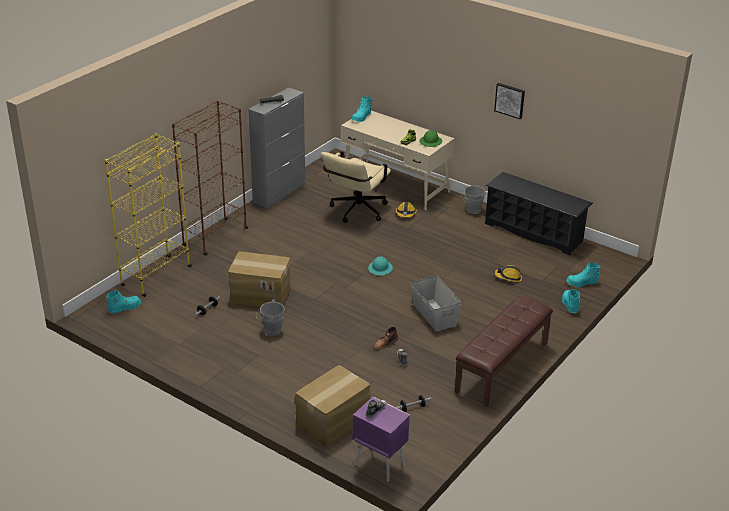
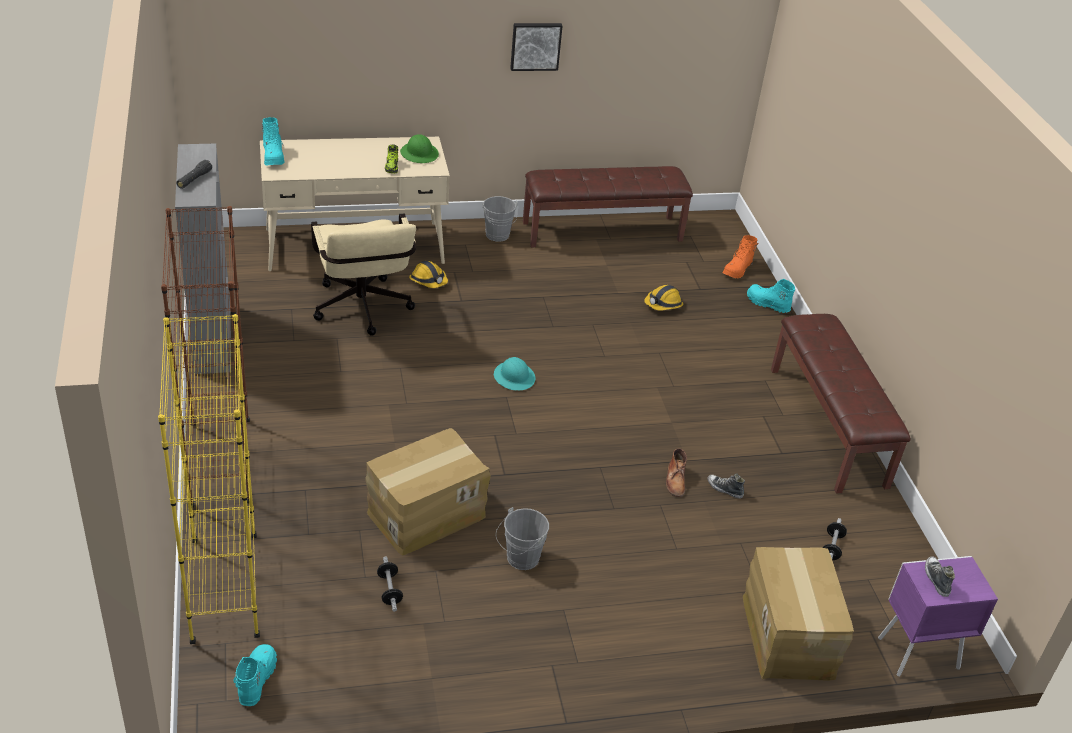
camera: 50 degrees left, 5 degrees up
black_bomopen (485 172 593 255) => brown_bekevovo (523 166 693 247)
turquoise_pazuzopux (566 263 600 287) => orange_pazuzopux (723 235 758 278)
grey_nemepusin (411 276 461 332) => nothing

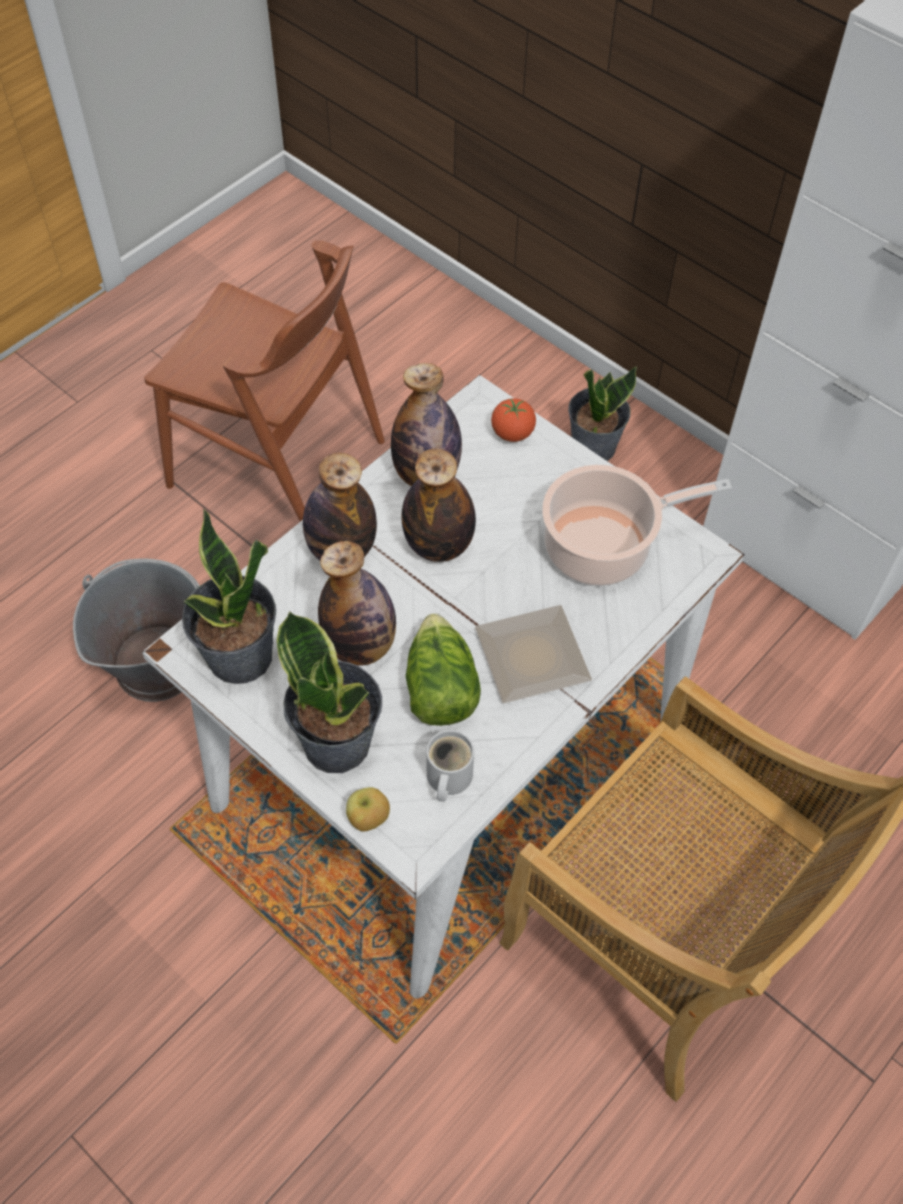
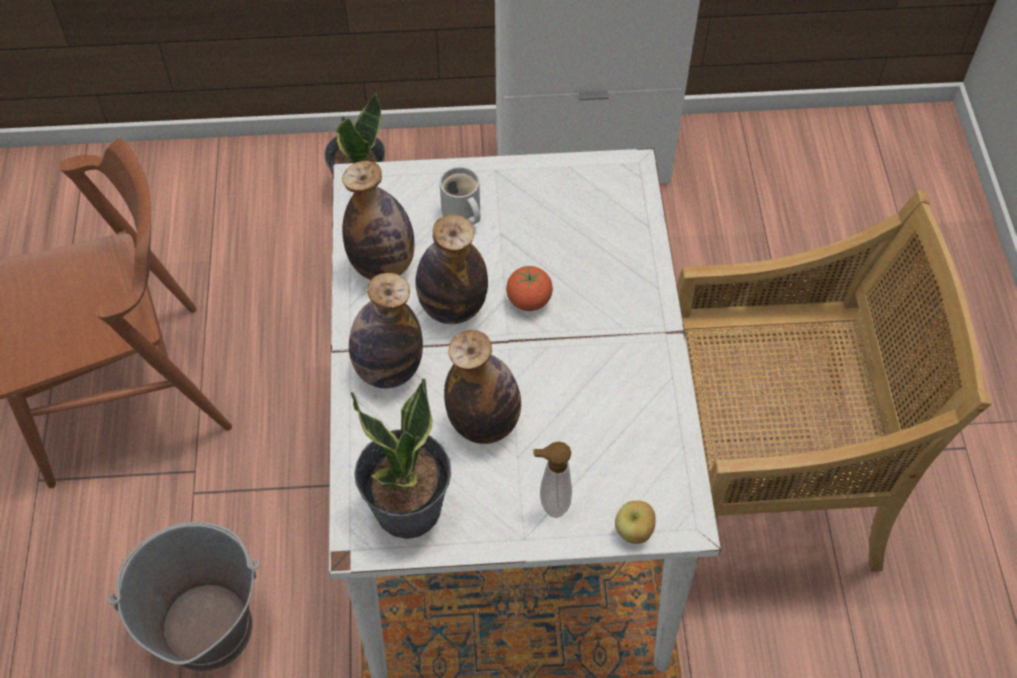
camera: 45 degrees left, 0 degrees up
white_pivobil (426 730 474 802) => white_pivobil (440 167 481 224), shifted
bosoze (491 398 536 442) => bosoze (506 266 553 311), shifted
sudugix (277 611 382 773) => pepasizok (533 441 572 518)
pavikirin (406 613 481 726) => nothing
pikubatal (475 605 592 703) => nothing
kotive (542 465 732 586) => nothing

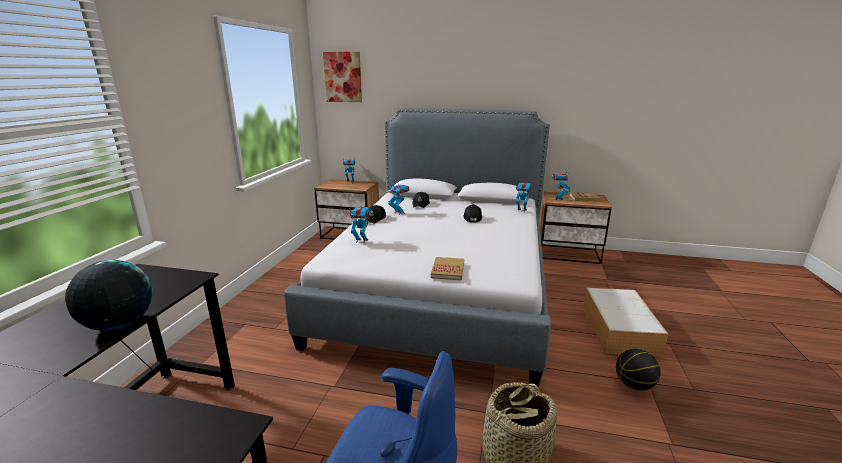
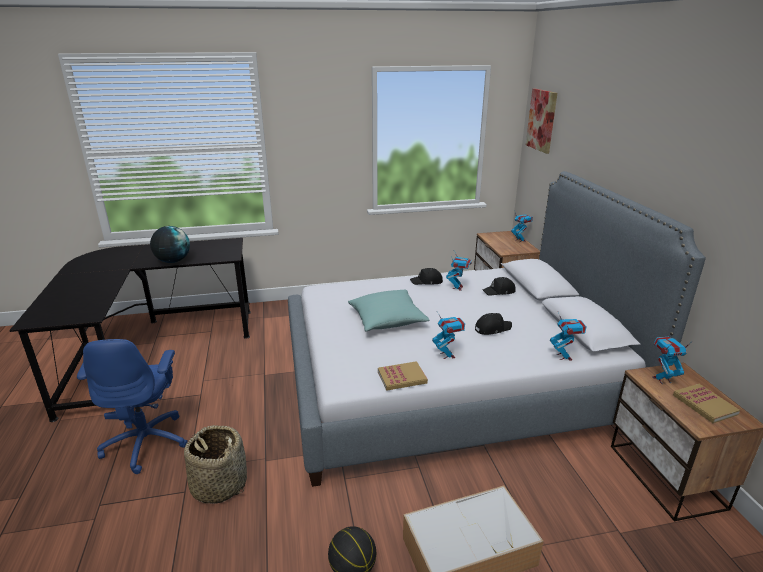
camera: 65 degrees right, 5 degrees up
nothing => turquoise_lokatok (348 290 429 331)
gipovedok (431 257 464 280) => gipovedok (378 361 428 391), shifted
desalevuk (348 205 370 243) => desalevuk (432 312 465 359), shifted

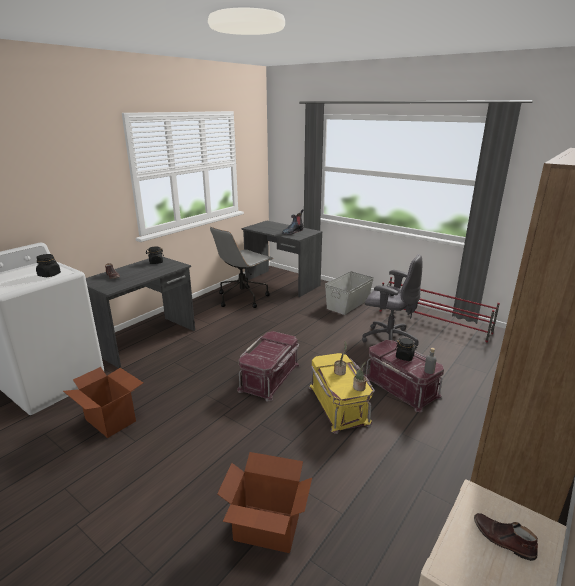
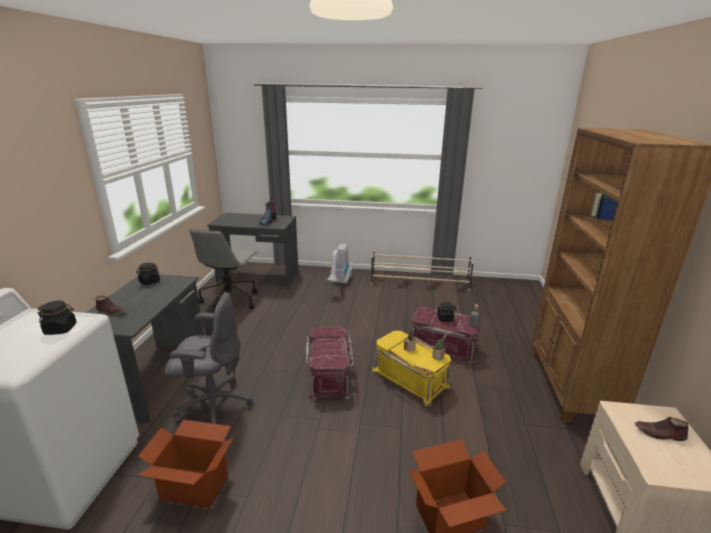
camera: 30 degrees left, 0 degrees up
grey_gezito (362 254 422 346) => grey_gezito (164 292 253 425), shifted
grey_nemepusin (325 271 374 315) => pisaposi (327 244 352 284)
red_bomopen (380 277 500 342) => beige_bomopen (371 250 474 290)

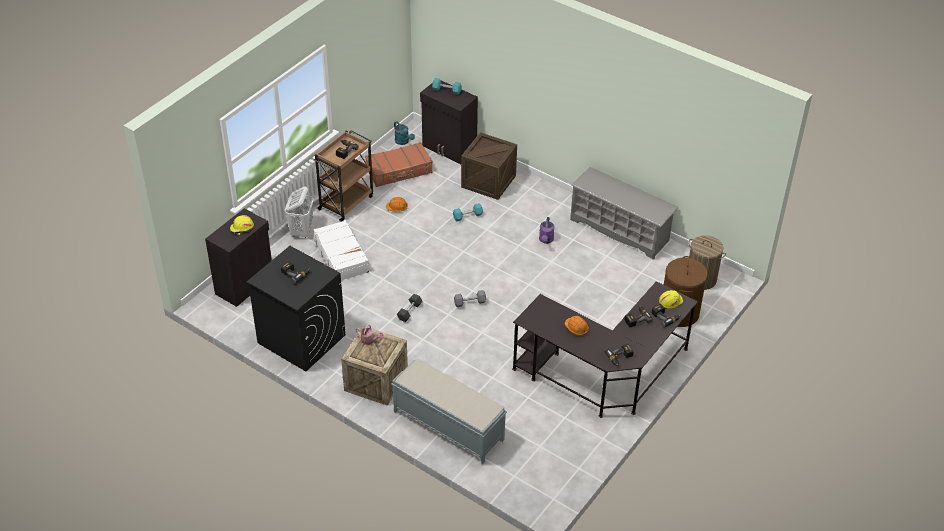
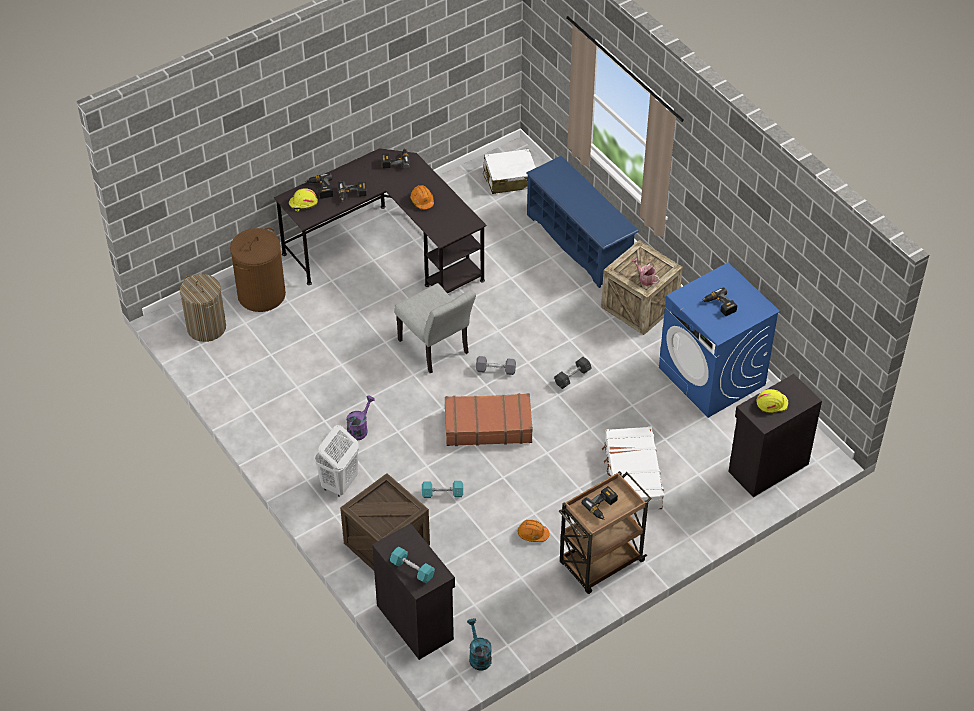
camera: 160 degrees left, 5 degrees up
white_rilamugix (285 186 314 238) => white_rilamugix (314 425 359 497), shifted
nothing => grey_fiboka (395 283 476 373)
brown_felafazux (365 142 433 187) => brown_felafazux (445 393 533 446), shifted
nothing => white_felafazux (483 149 536 194)
grey_bekevovo (391 359 507 464) => blue_bomopen (526 156 639 288)
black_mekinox (247 246 346 372) => blue_mekinox (659 263 780 418)
grey_bomopen (570 167 678 260) => nothing

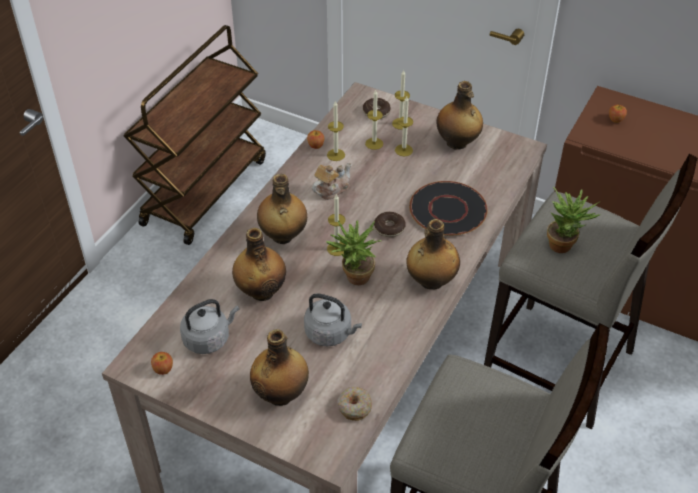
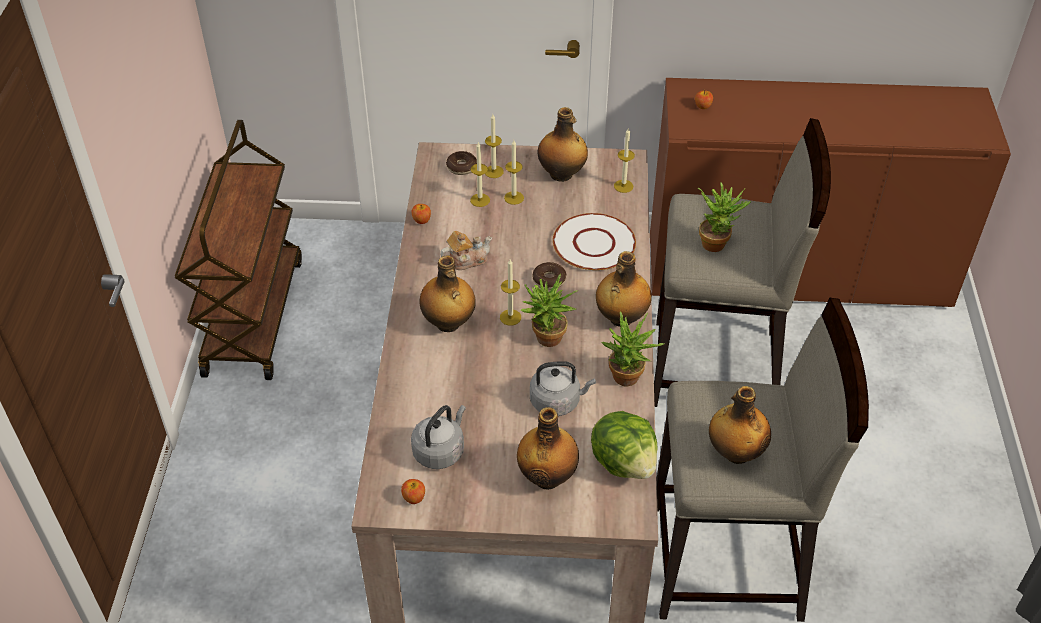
camera: 25 degrees left, 0 degrees up
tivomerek (312 163 352 200) => tivomerek (440 231 493 270), 45 degrees clockwise
black_pikubatal (409 181 488 235) => white_pikubatal (553 213 636 270)
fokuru (337 387 372 421) => pavikirin (591 411 657 479)
nothing => sudugix (601 311 664 386)
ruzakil (327 100 345 161) => ruzakil (614 128 635 193), shifted
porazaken (232 228 286 301) => porazaken (709 386 771 464), shifted

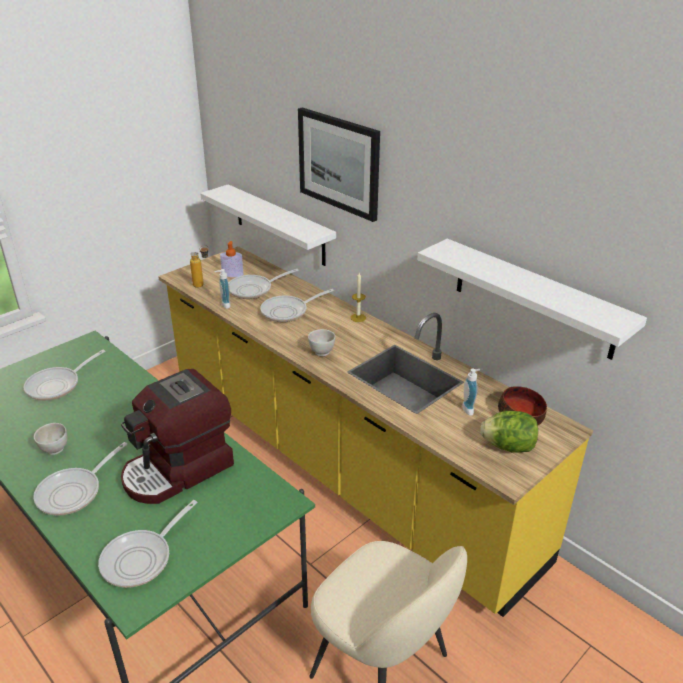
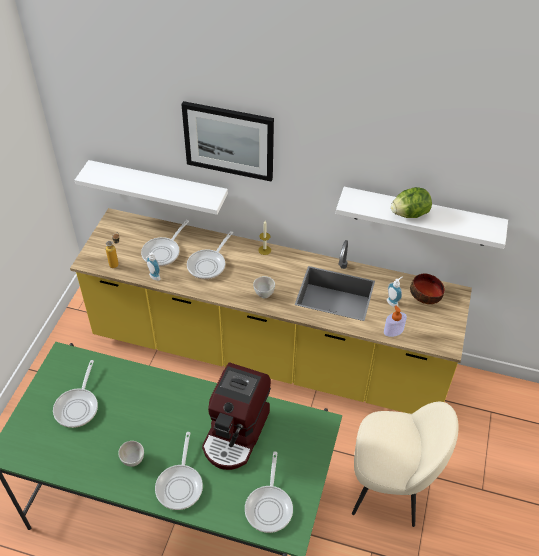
camera: 30 degrees left, 15 degrees up
pepasizok (220 241 243 277) => pepasizok (384 306 407 337), shifted
pavikirin (480 411 538 453) => pavikirin (391 187 432 218), shifted

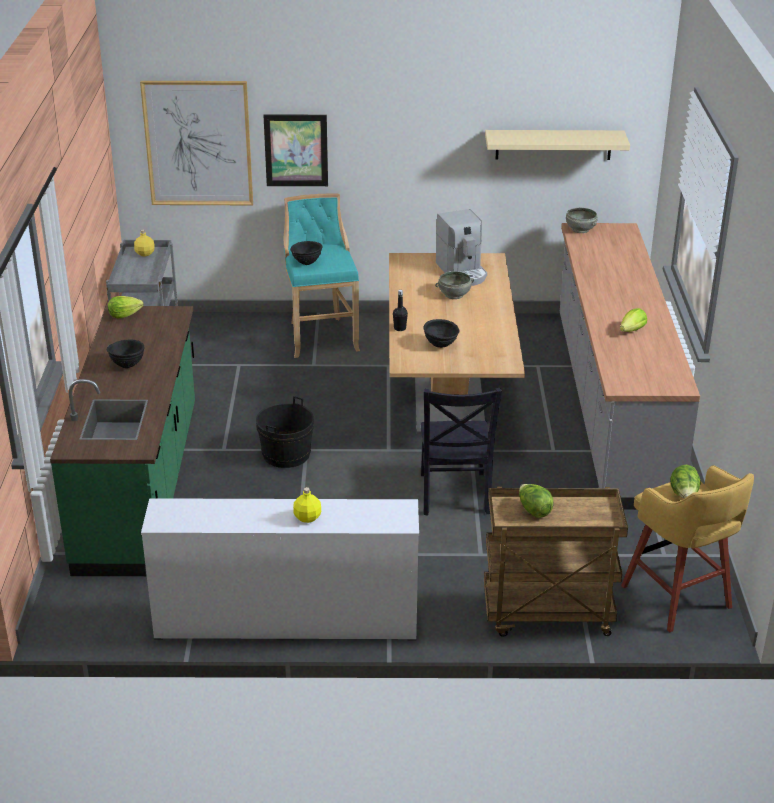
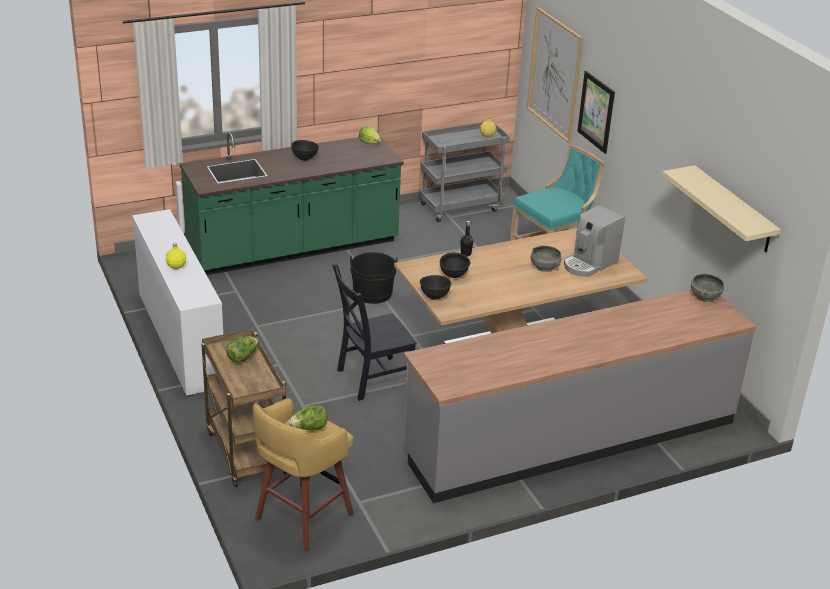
camera: 65 degrees right, 0 degrees up
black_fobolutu (290 241 322 265) => black_fobolutu (420 275 451 300), shifted
pavikirin (620 308 647 332) => nothing

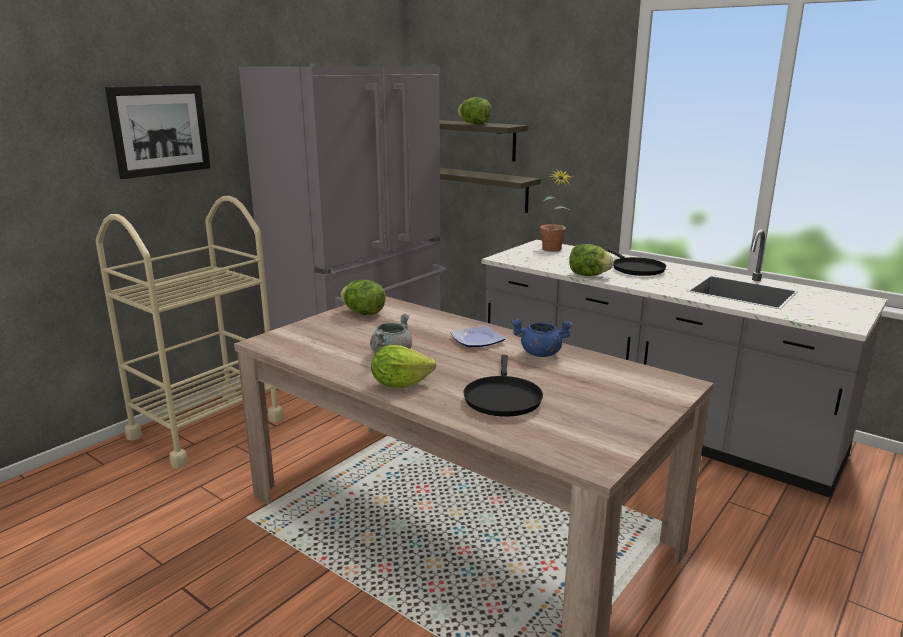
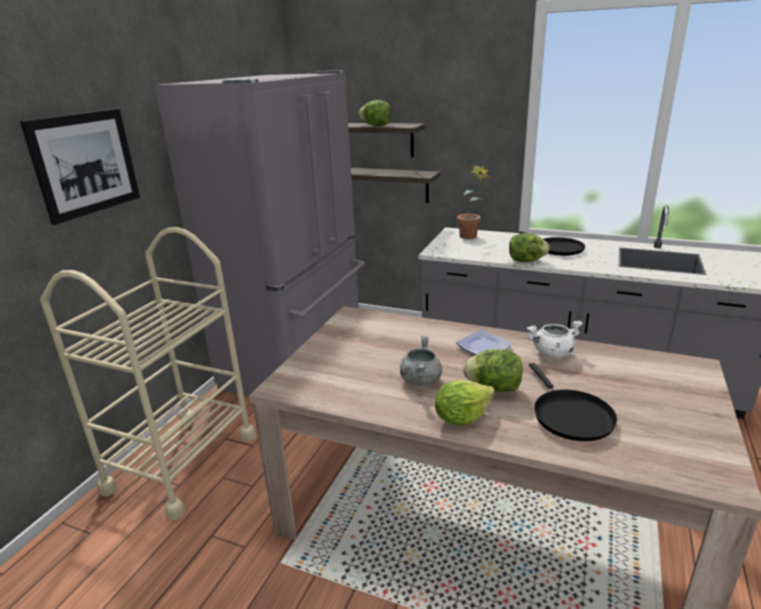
camera: 15 degrees left, 5 degrees up
pavikirin (340 280 386 315) => pavikirin (463 349 523 392), shifted
blue_kotive (511 319 573 357) => white_kotive (526 320 583 358)

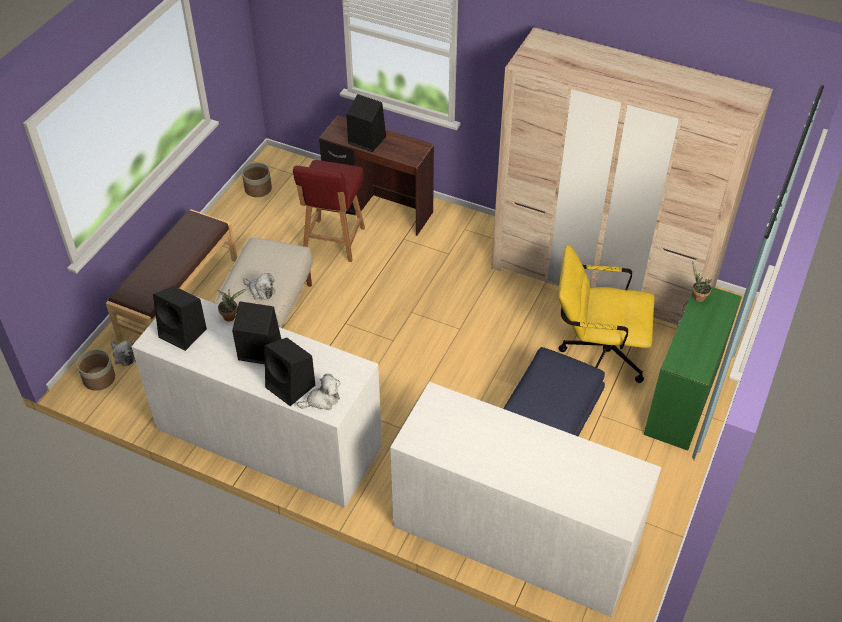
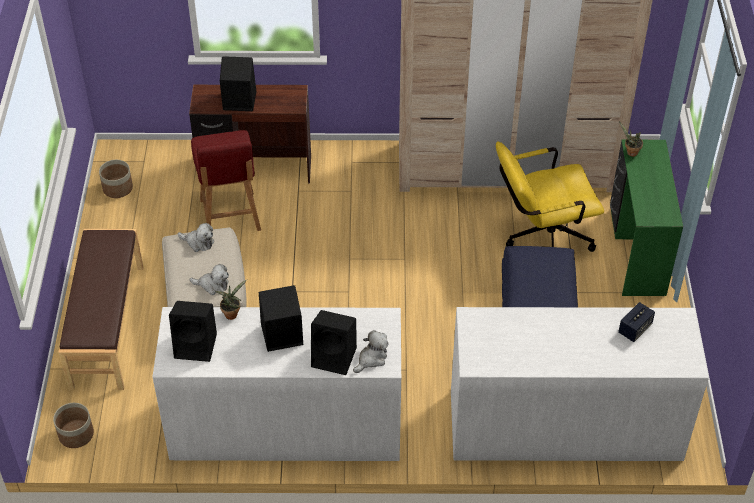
camera: 25 degrees left, 0 degrees up
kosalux (111 341 136 366) => kosalux (178 223 214 252), shifted
nothing => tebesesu (618 302 655 342)

